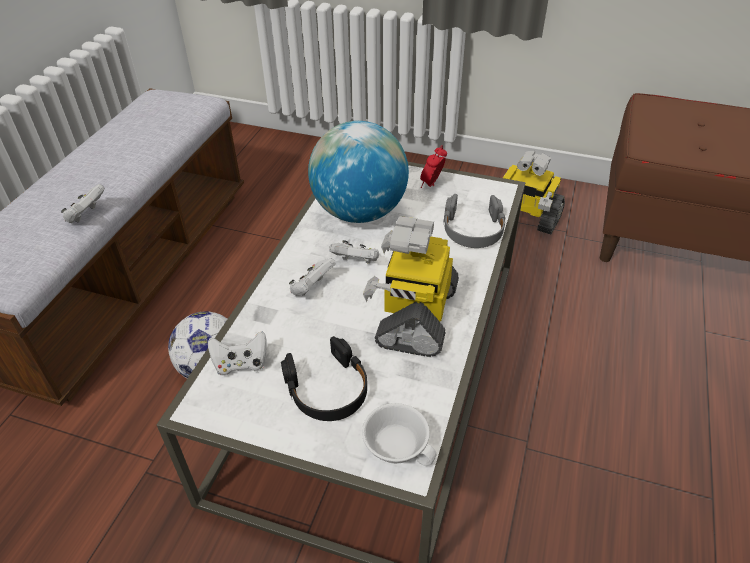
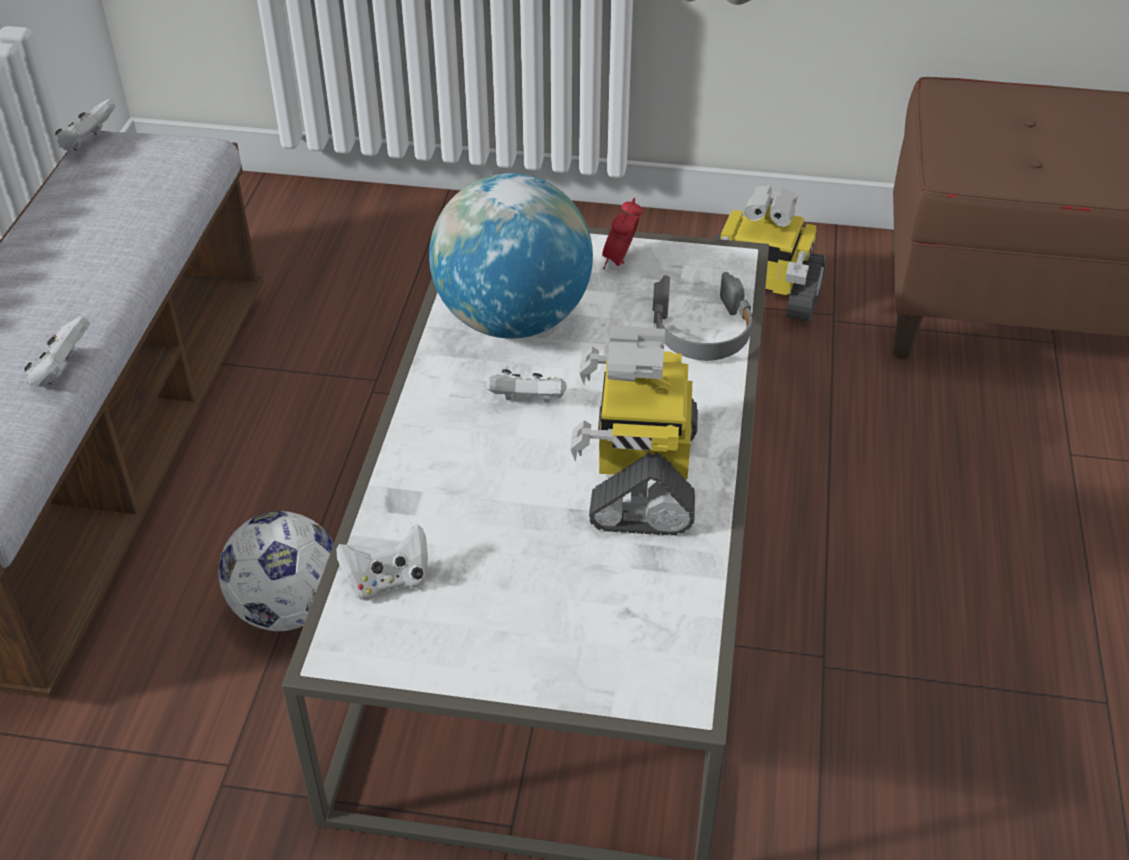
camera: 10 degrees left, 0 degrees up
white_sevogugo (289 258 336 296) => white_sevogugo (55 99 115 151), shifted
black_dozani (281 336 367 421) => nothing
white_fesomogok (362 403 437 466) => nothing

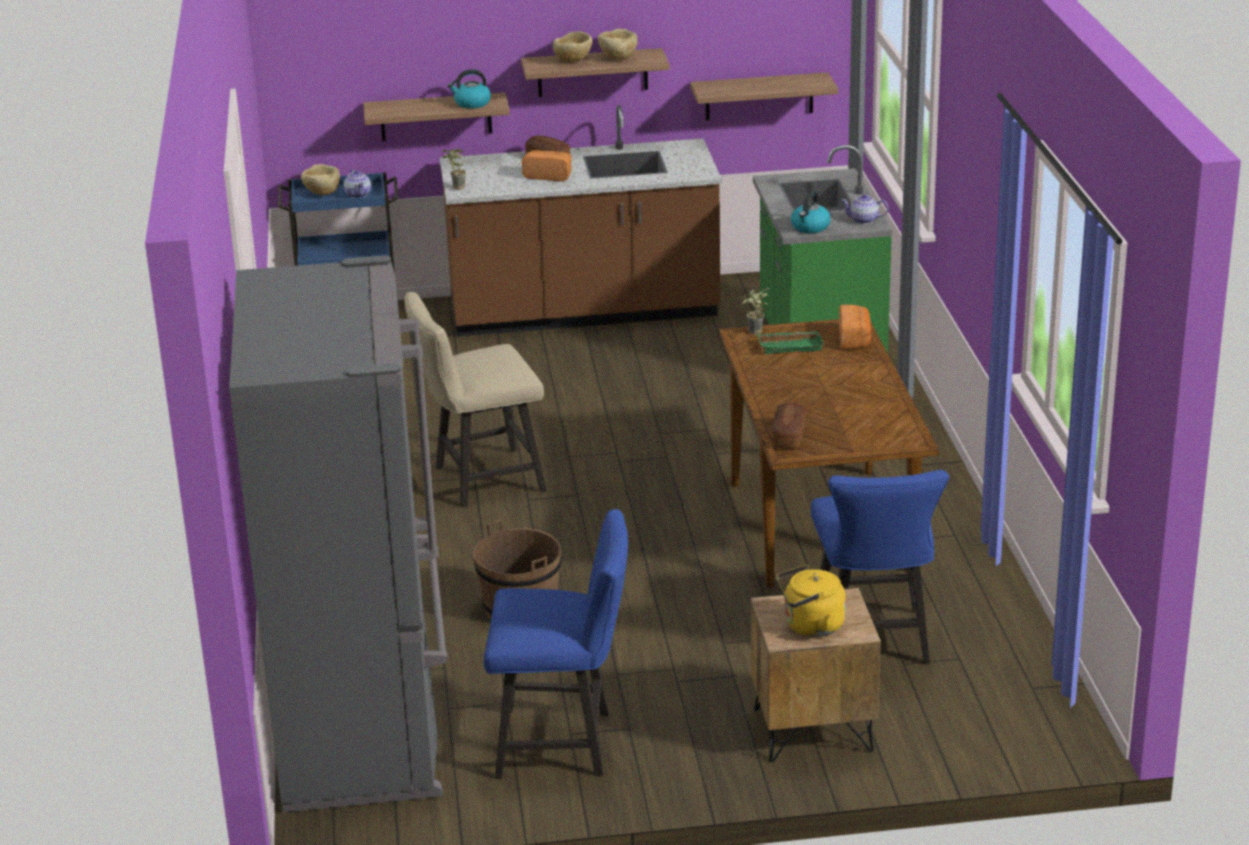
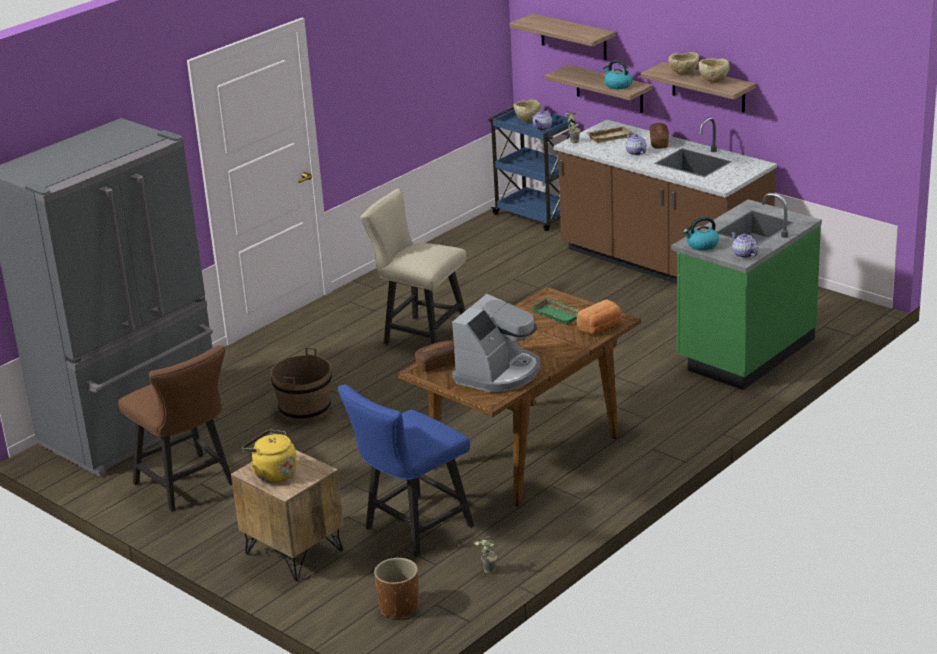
camera: 50 degrees right, 0 degrees up
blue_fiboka (484 509 628 779) => brown_fiboka (118 345 232 511)
nothing => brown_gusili (374 558 419 618)
nothing => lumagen (452 294 541 392)
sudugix (742 288 769 335) => sudugix (474 537 497 574), shifted
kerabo (690 72 838 120) => kerabo (509 14 616 60), shifted
nothing => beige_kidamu (587 126 632 143)
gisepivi (522 150 572 181) => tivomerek (626 133 647 156)

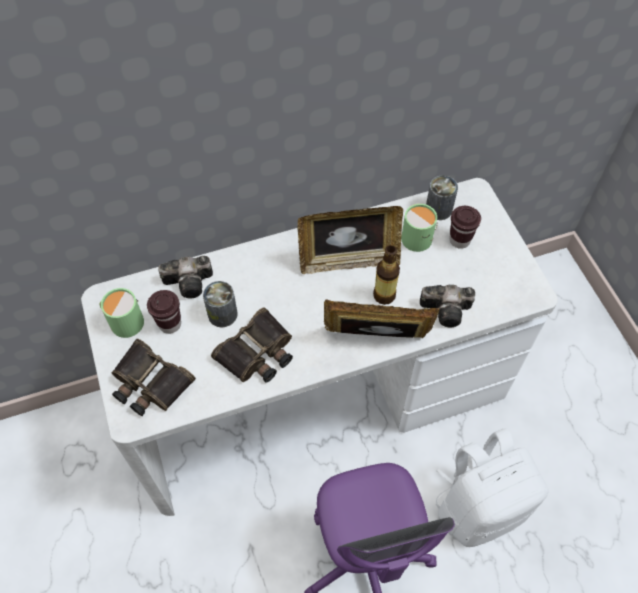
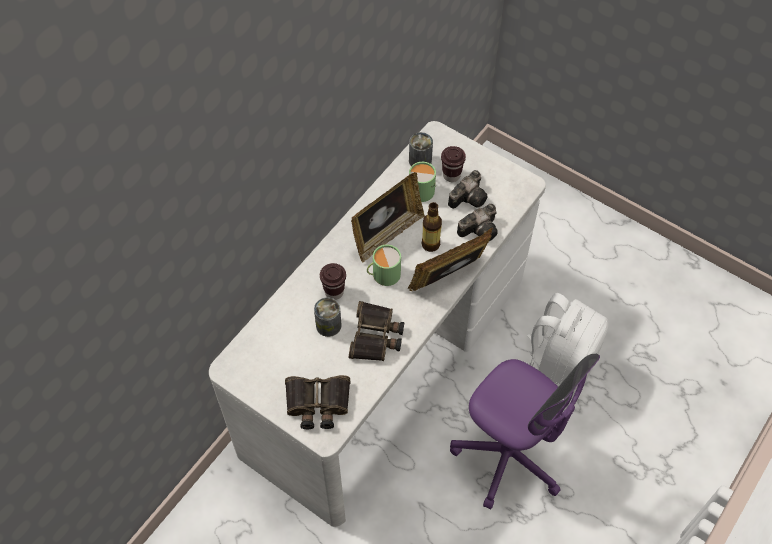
camera: 35 degrees left, 0 degrees up
brown_fesomogok (147 290 181 334) => brown_fesomogok (320 263 346 300), shifted
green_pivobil (99 288 144 338) => green_pivobil (367 245 401 286), shifted
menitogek (158 256 213 299) => menitogek (448 170 488 209), shifted

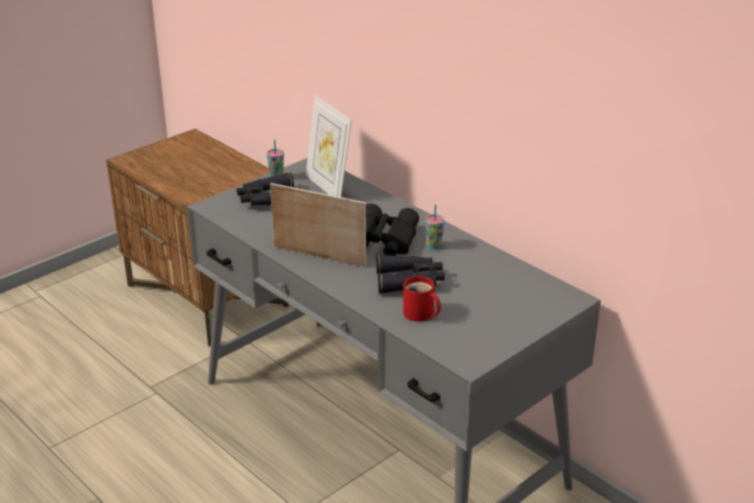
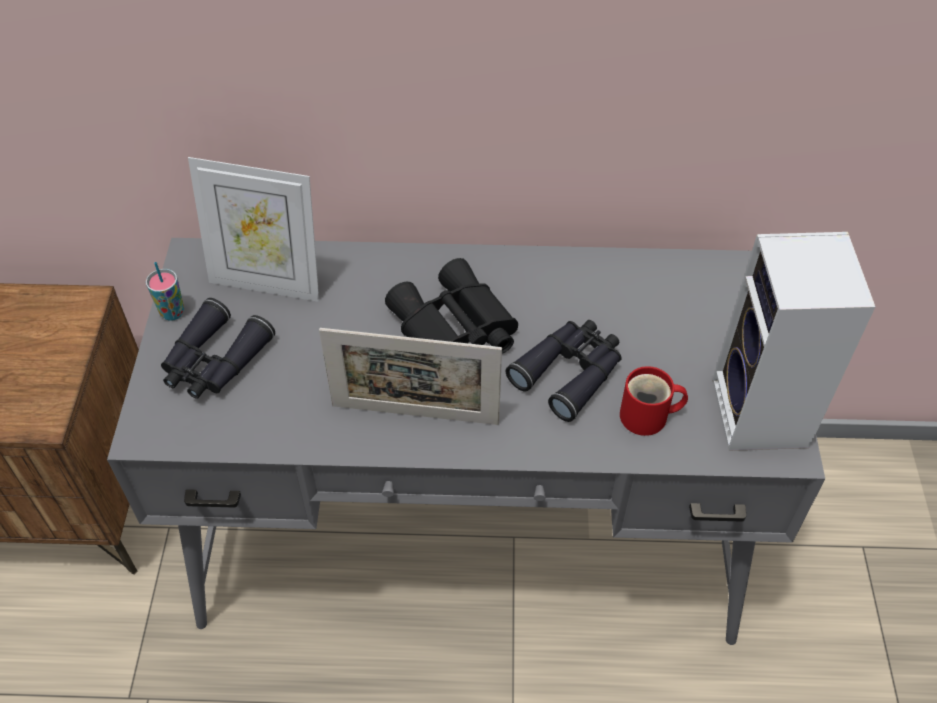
camera: 45 degrees left, 20 degrees up
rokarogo (270 183 366 267) => rokarogo (319 328 502 425), 150 degrees counterclockwise
nothing => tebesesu (712 232 875 451)
fesomogok (425 205 445 249) => nothing

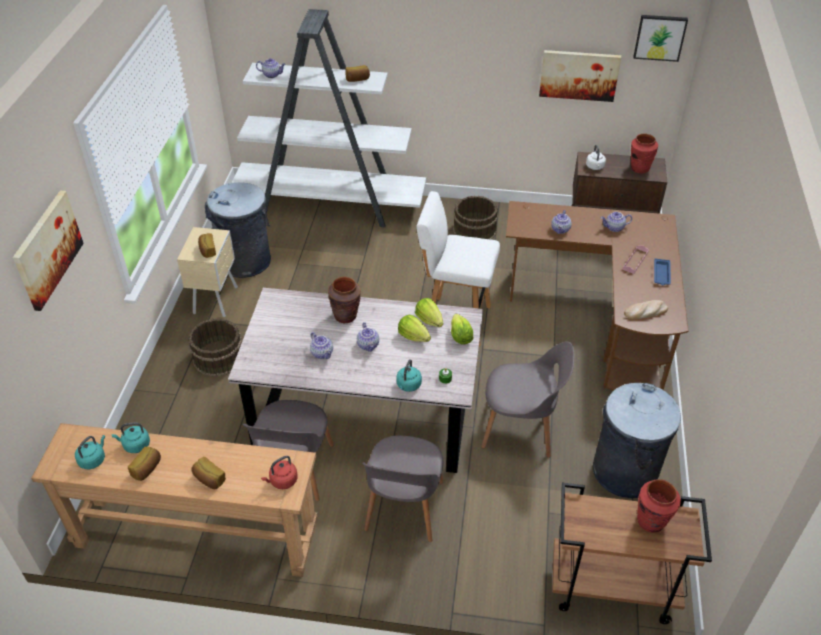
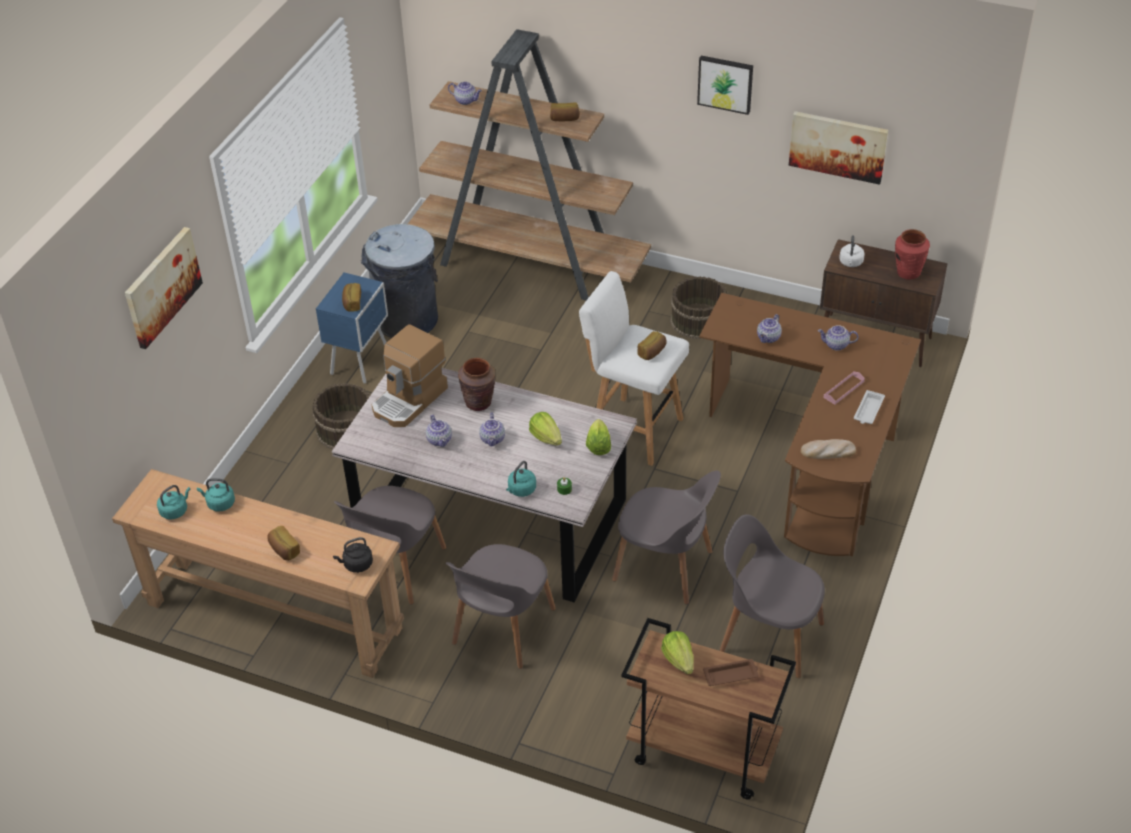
camera: 15 degrees right, 0 degrees up
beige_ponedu (177 227 238 317) => blue_ponedu (316 273 388 384)
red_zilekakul (261 456 298 489) => black_zilekakul (333 537 373 573)
nothing => lumagen (372 324 448 427)
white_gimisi (232 9 426 227) => brown_gimisi (408 29 651 300)
gisepivi (128 447 161 481) => gisepivi (638 331 667 360), shifted
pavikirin (415 298 443 327) => pavikirin (661 631 694 674), shifted
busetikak (633 15 688 62) => busetikak (697 56 753 115), shifted
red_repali (637 479 681 532) => brown_kidamu (703 659 758 686)
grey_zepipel (593 383 681 498) => grey_fiboka (719 514 825 678)
blue_kidamu (654 259 671 285) => white_kidamu (854 390 885 424)

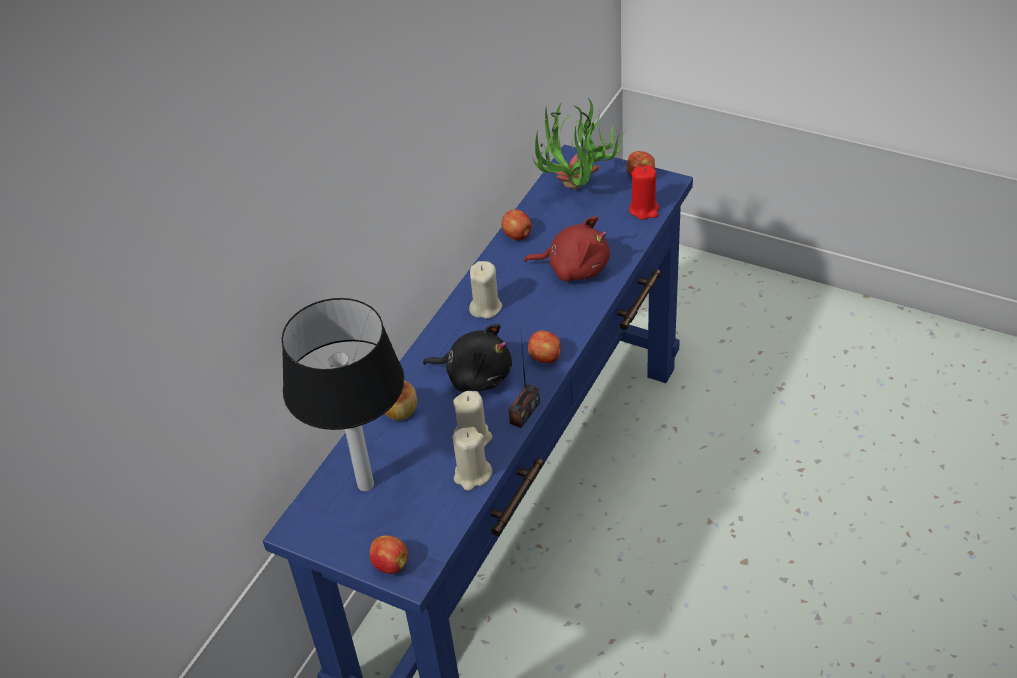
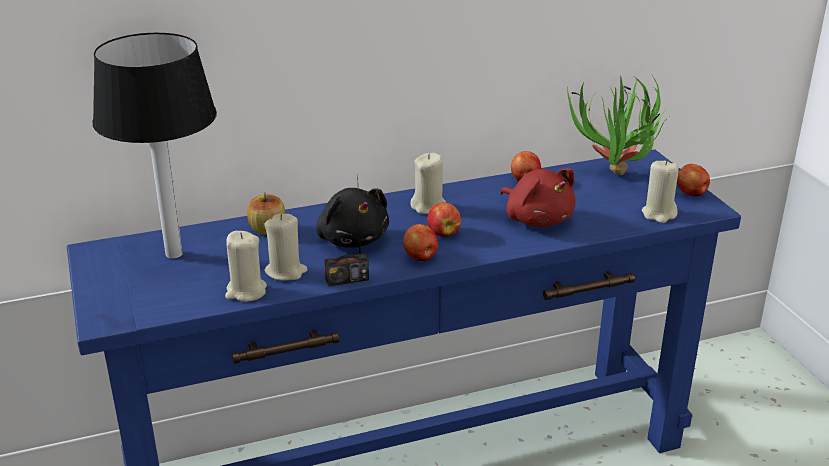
camera: 40 degrees right, 15 degrees down
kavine (370 535 408 574) => kavine (427 202 461 237), shifted
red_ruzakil (629 165 659 220) => beige_ruzakil (642 160 679 223)

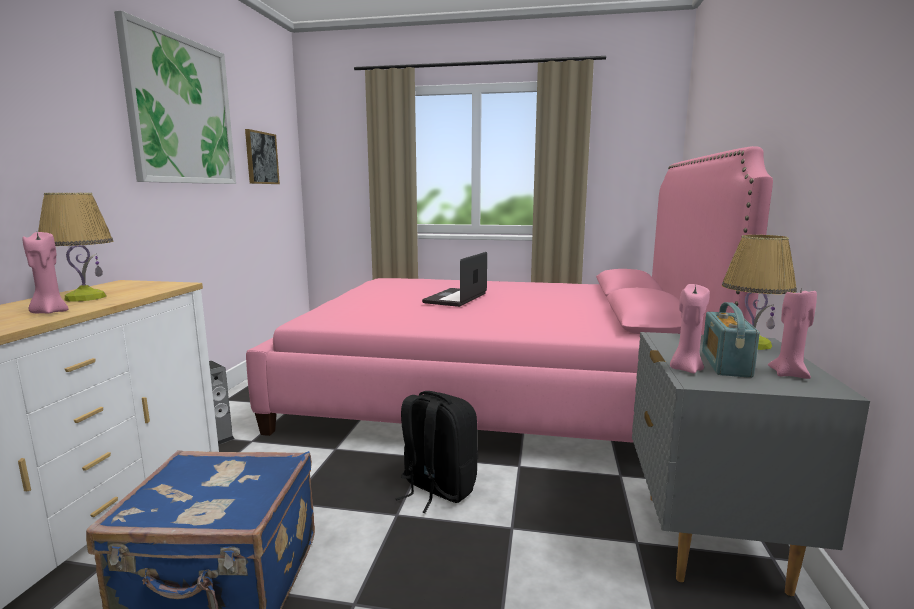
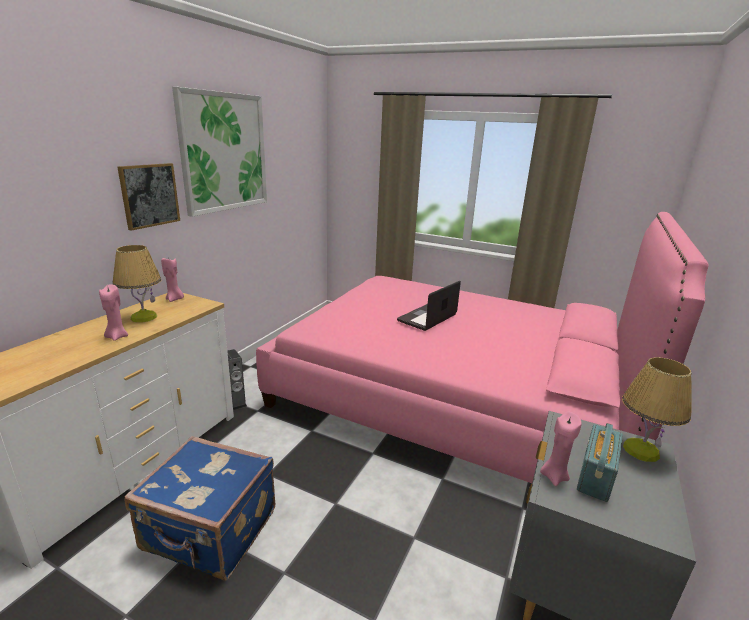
camera: 15 degrees right, 10 degrees up
busetikak (245 129 280 184) => busetikak (117 163 180 231), shifted
pink_ruzakil (768 287 817 379) => pink_ruzakil (161 257 184 302), shifted
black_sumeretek (396 391 478 513) => nothing

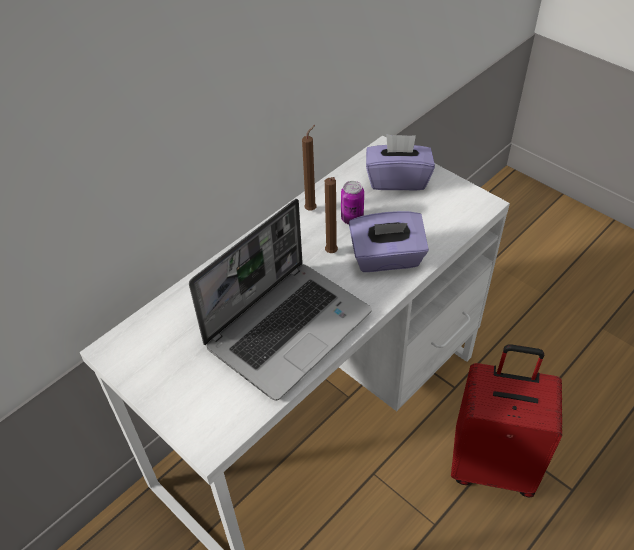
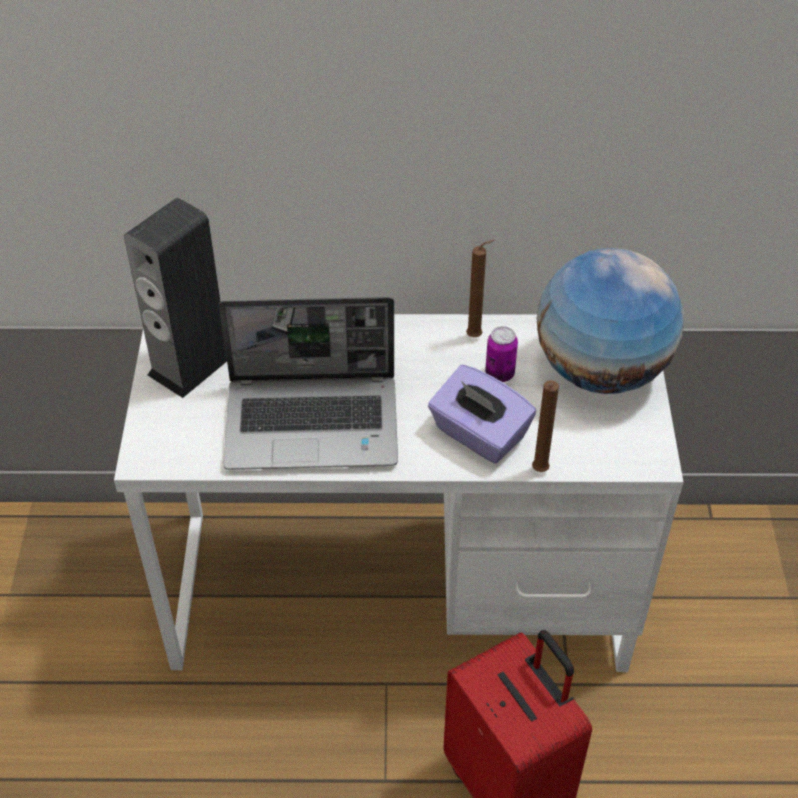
camera: 45 degrees right, 0 degrees up
nothing => tebesesu (124 198 227 398)
brown_ruzakil (325 177 338 253) => brown_ruzakil (532 380 559 472), shifted
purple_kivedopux (366 134 435 191) => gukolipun (537 248 684 394)

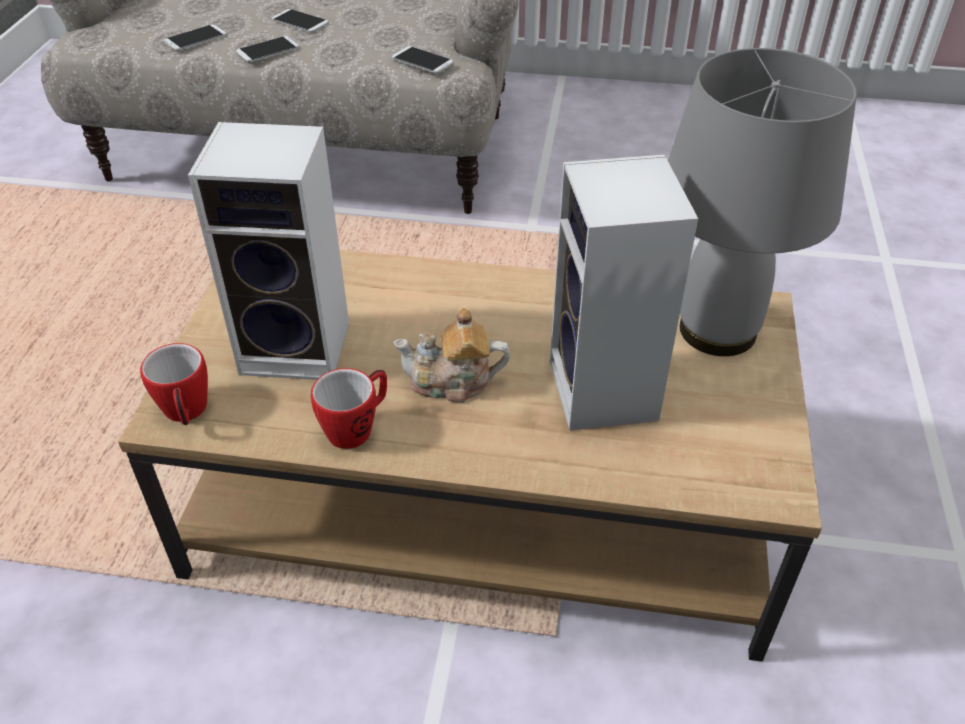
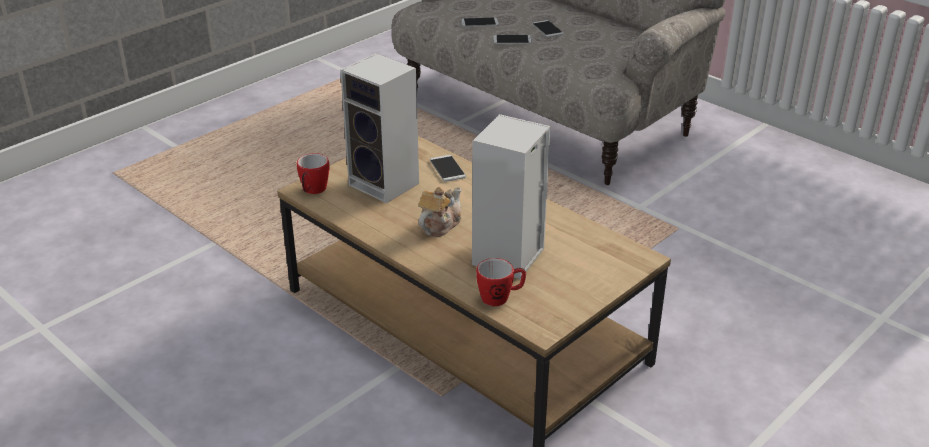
camera: 35 degrees right, 10 degrees down
tivomerek (393 308 510 403) => tivomerek (419 187 461 237), 90 degrees clockwise
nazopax (392 46 454 73) => nazopax (430 155 466 182), shifted
pivobil (311 368 387 449) => pivobil (476 258 526 306), shifted
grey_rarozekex (668 48 857 356) => nothing

